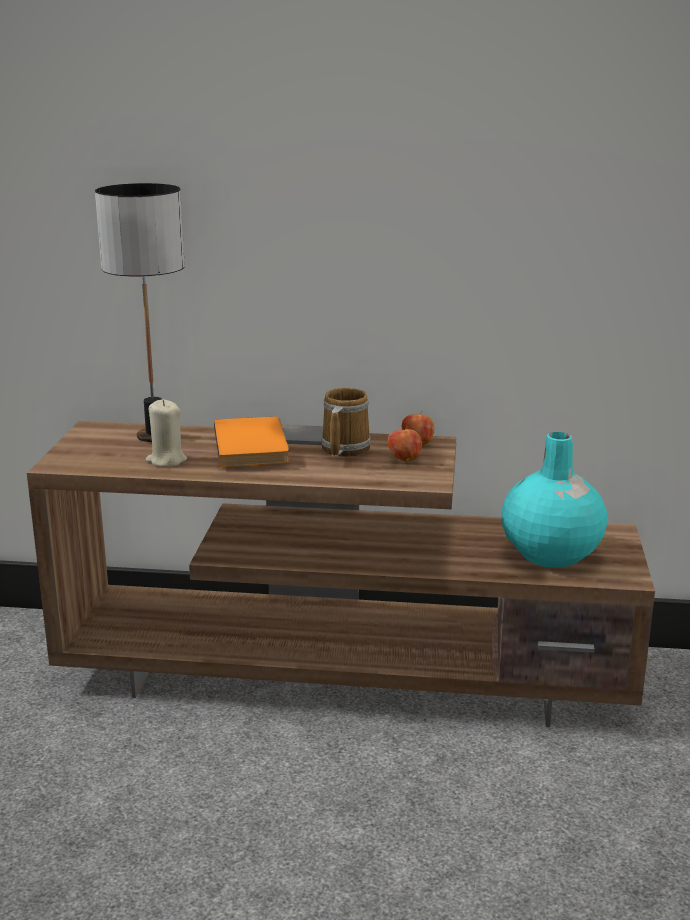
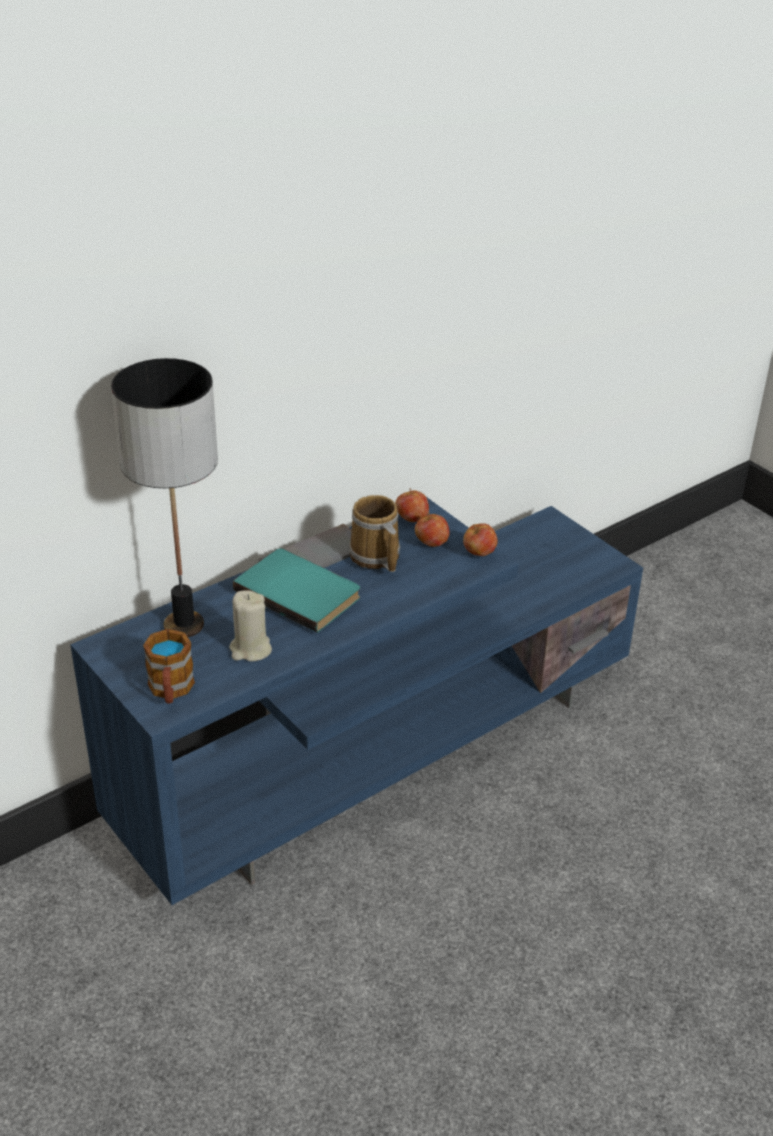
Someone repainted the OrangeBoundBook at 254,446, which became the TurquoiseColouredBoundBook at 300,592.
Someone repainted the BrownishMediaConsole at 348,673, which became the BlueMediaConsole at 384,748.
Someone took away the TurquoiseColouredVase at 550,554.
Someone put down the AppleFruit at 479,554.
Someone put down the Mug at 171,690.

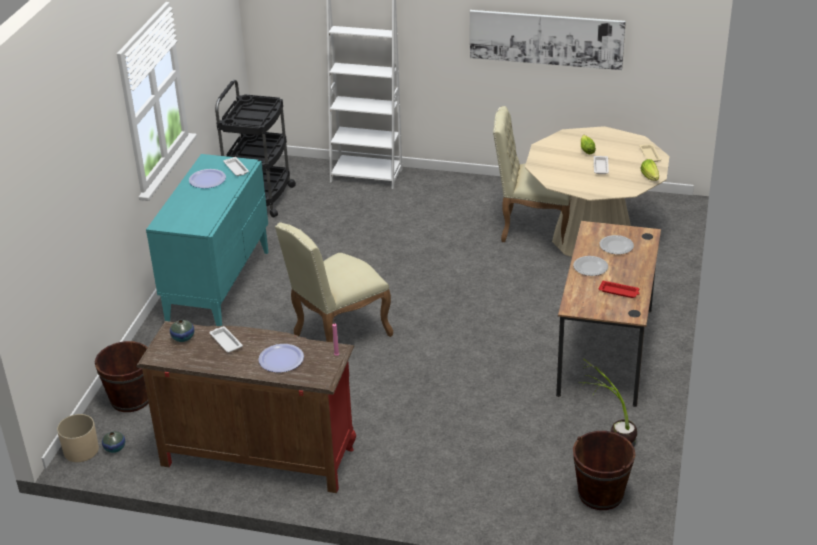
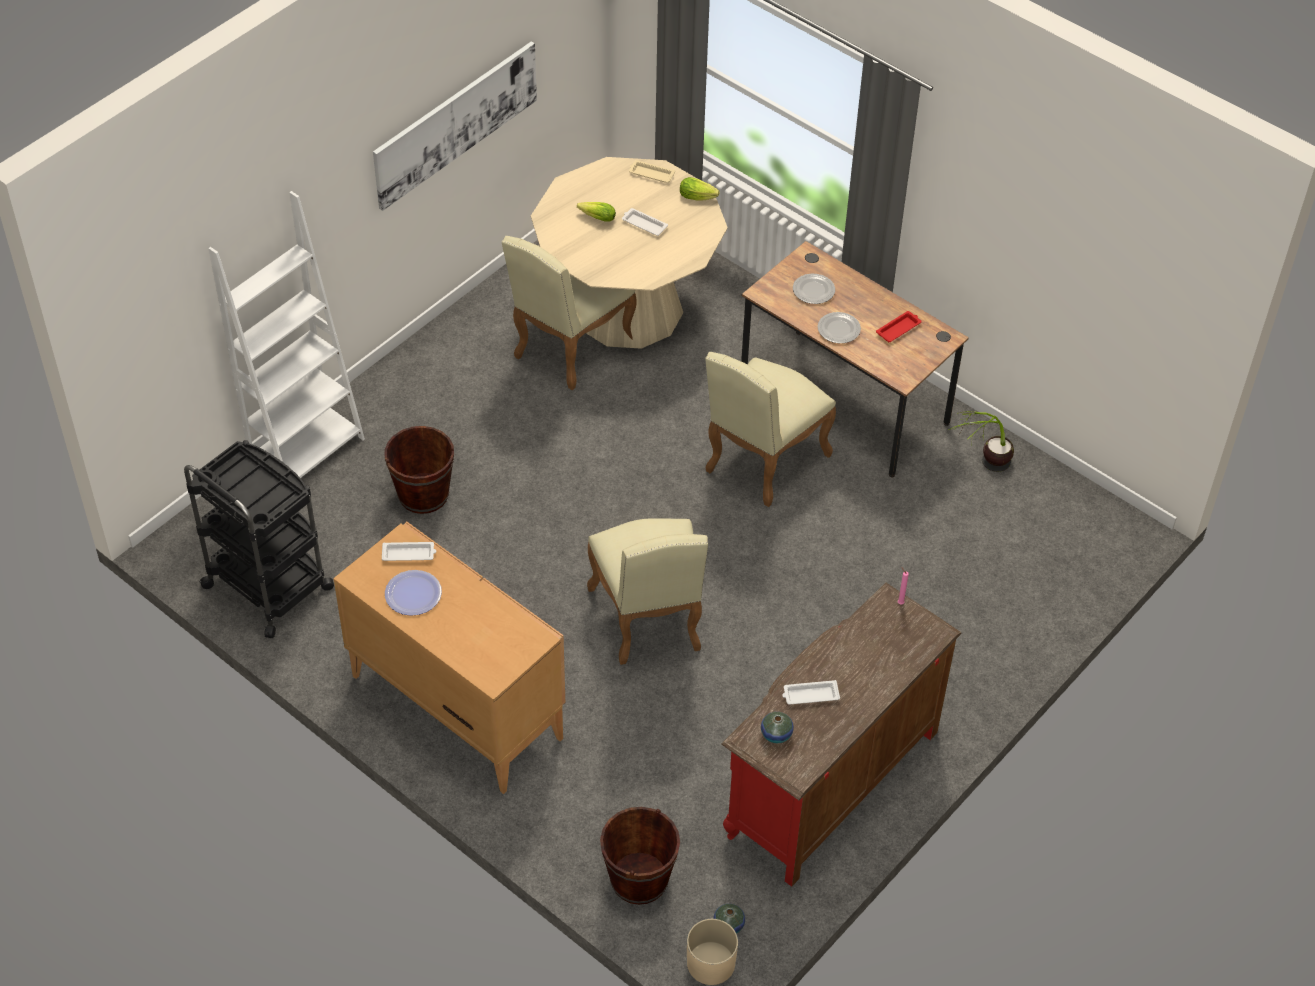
Someone repainted the TurquoiseColouredStorageCabinet at 219,287, which became the BrownishStorageCabinet at 456,706.
Someone took away the FlatDish at 281,359.
Someone carried the BrownishWaterBucket from 600,494 to 423,494.
Someone put down the BeigeColouredUprightChair at 762,462.

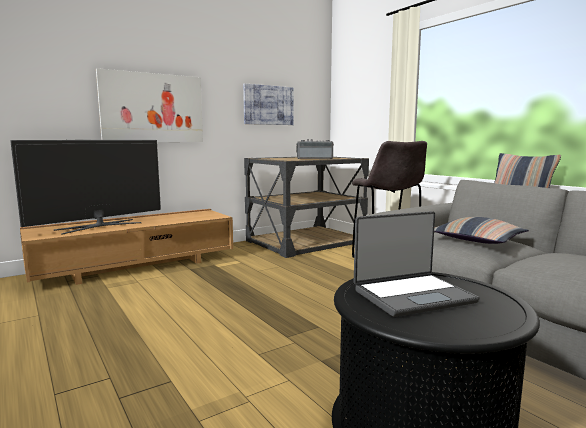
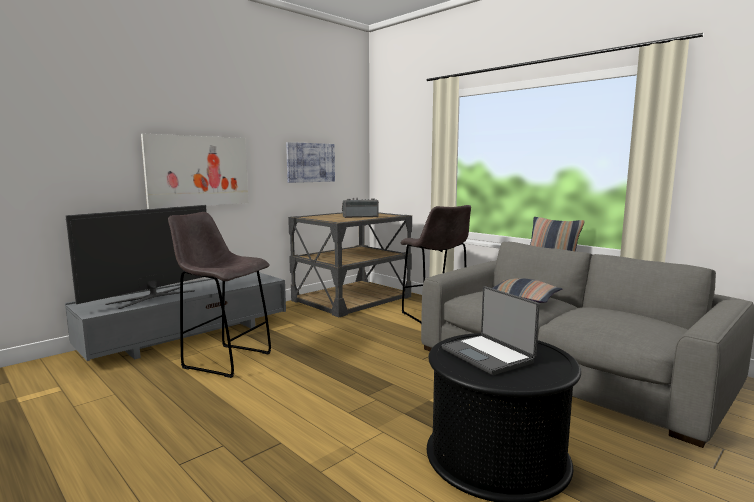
Someone repainted the BrownishMediaConsole at 136,265, which became the GrayMediaConsole at 188,334.
Someone rotated the Laptop at 412,295 by 90 degrees clockwise.
Someone put down the GrayStoolSeat at 225,360.

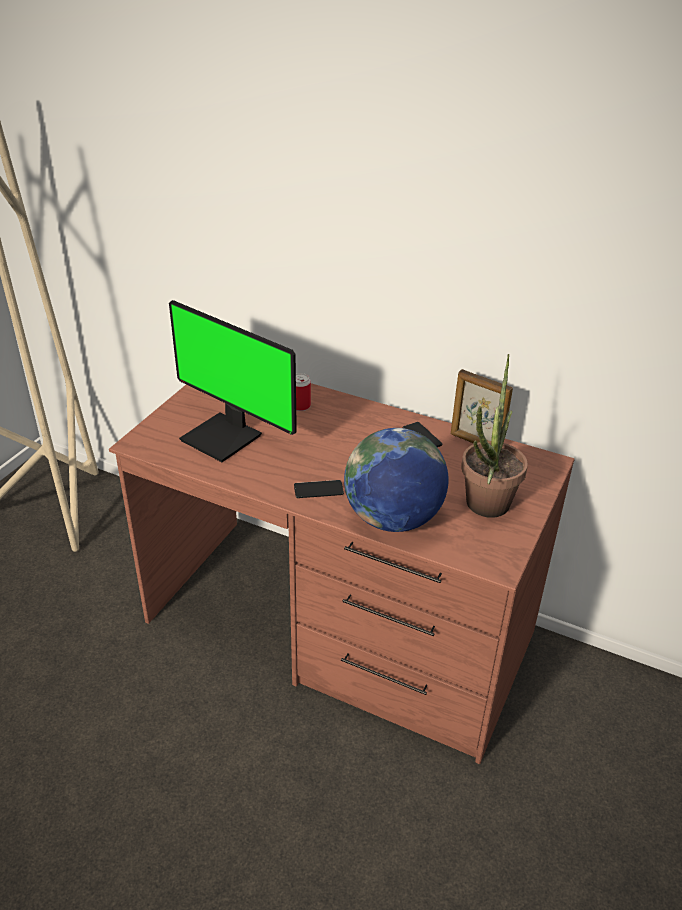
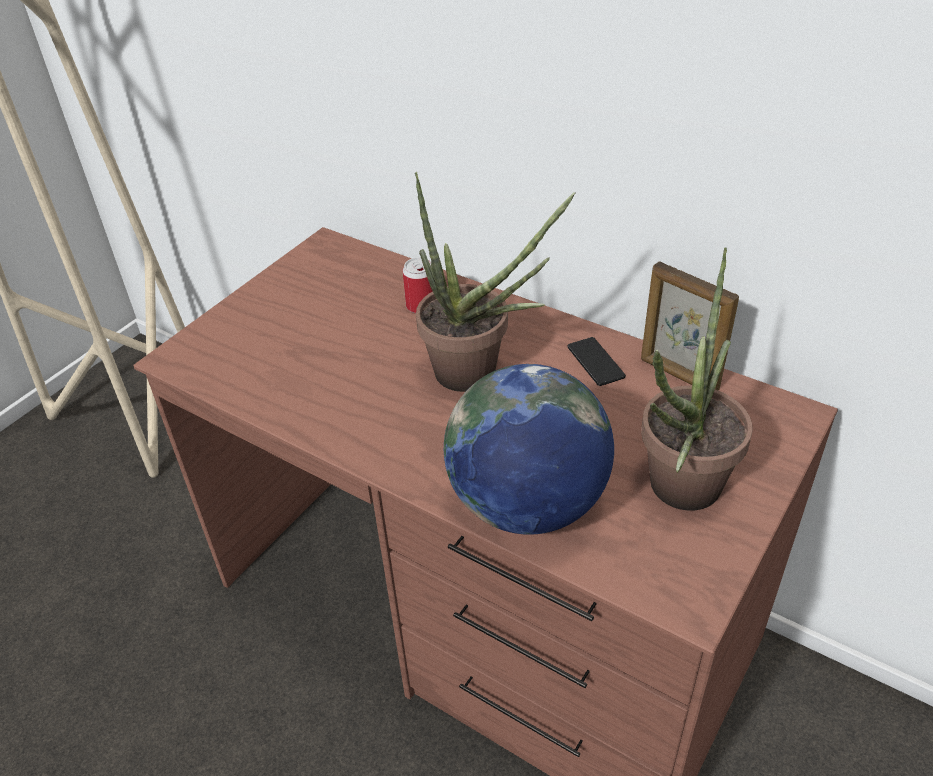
Someone took away the Monitor at 224,437.
Someone took away the Phone at 318,490.
Someone put down the PottedPlant at 478,376.

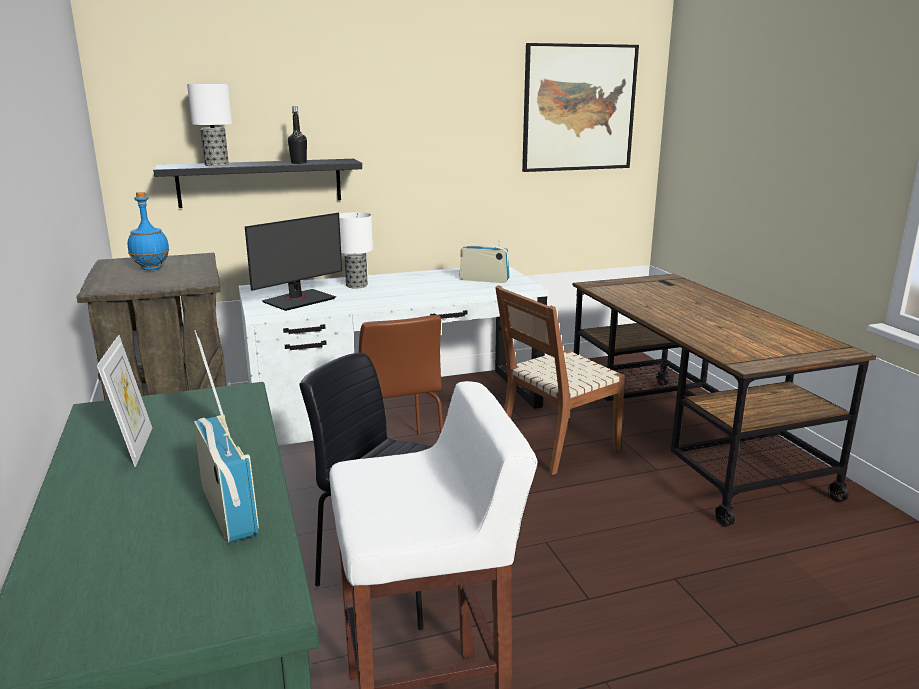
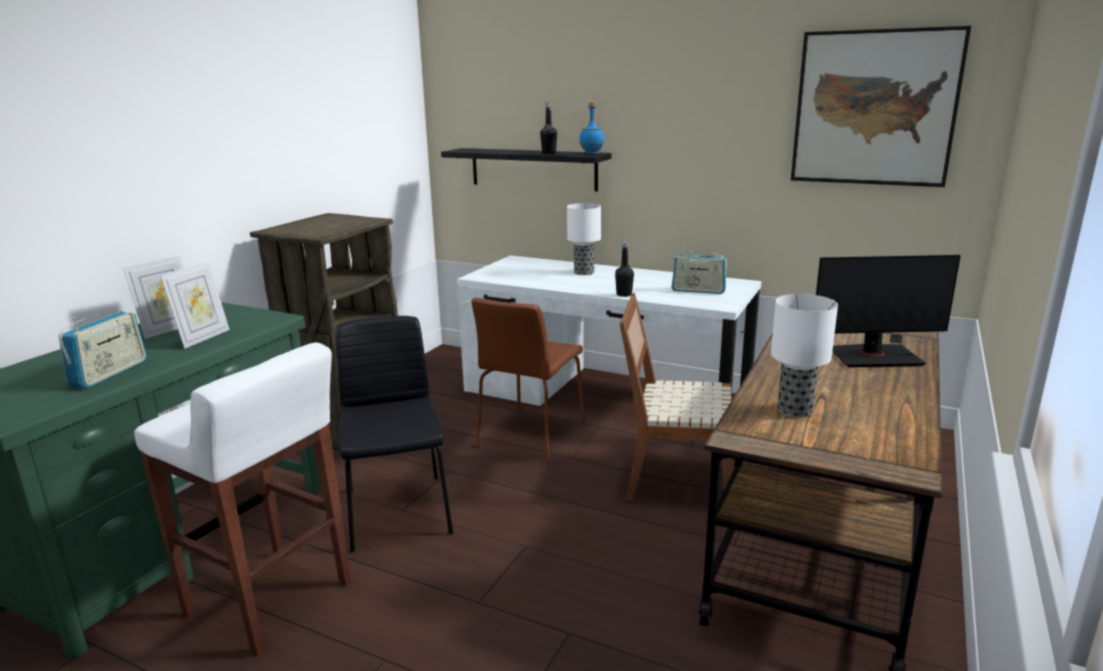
Someone carried the TableLamp from 215,165 to 793,409.
Someone carried the BlueBottle from 152,268 to 592,154.
Someone carried the Monitor from 298,300 to 874,356.
Someone rotated the RadioReceiver at 484,280 by 135 degrees clockwise.
Someone put down the BlackBottle at 624,294.

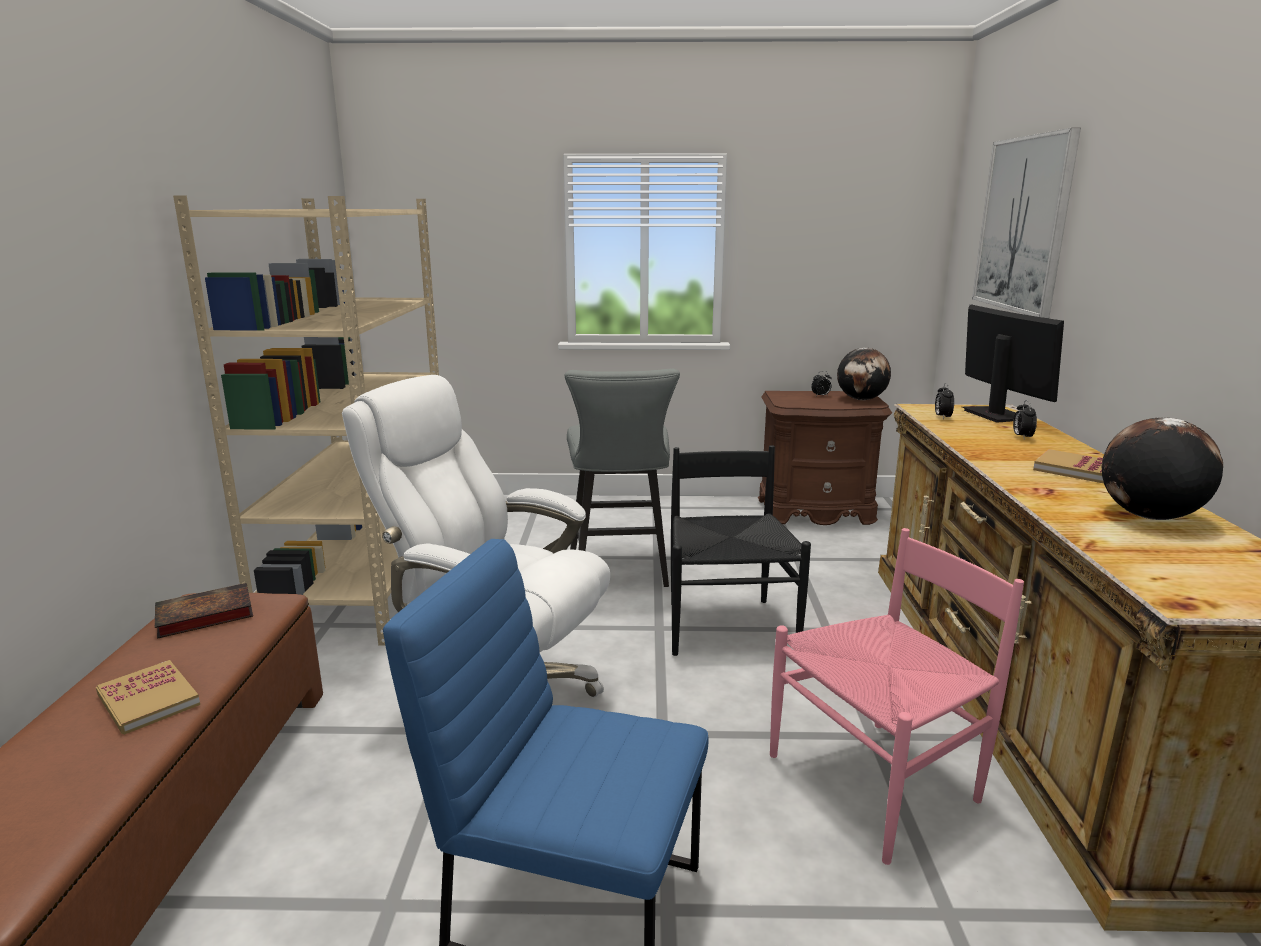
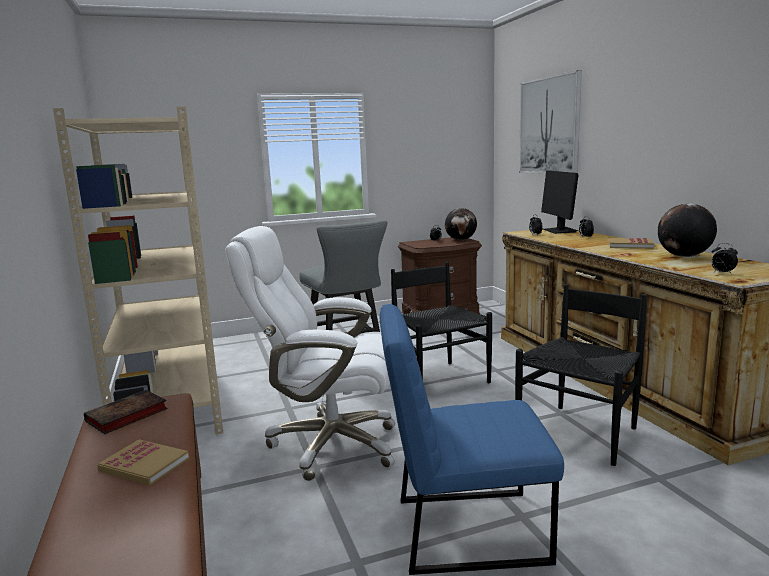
Someone rotated the Monitor at 996,415 by 150 degrees counterclockwise.
Someone repainted the PinkishUprightChair at 878,782, which became the BlackUprightChair at 580,432.
Someone put down the AlarmClock at 722,273.

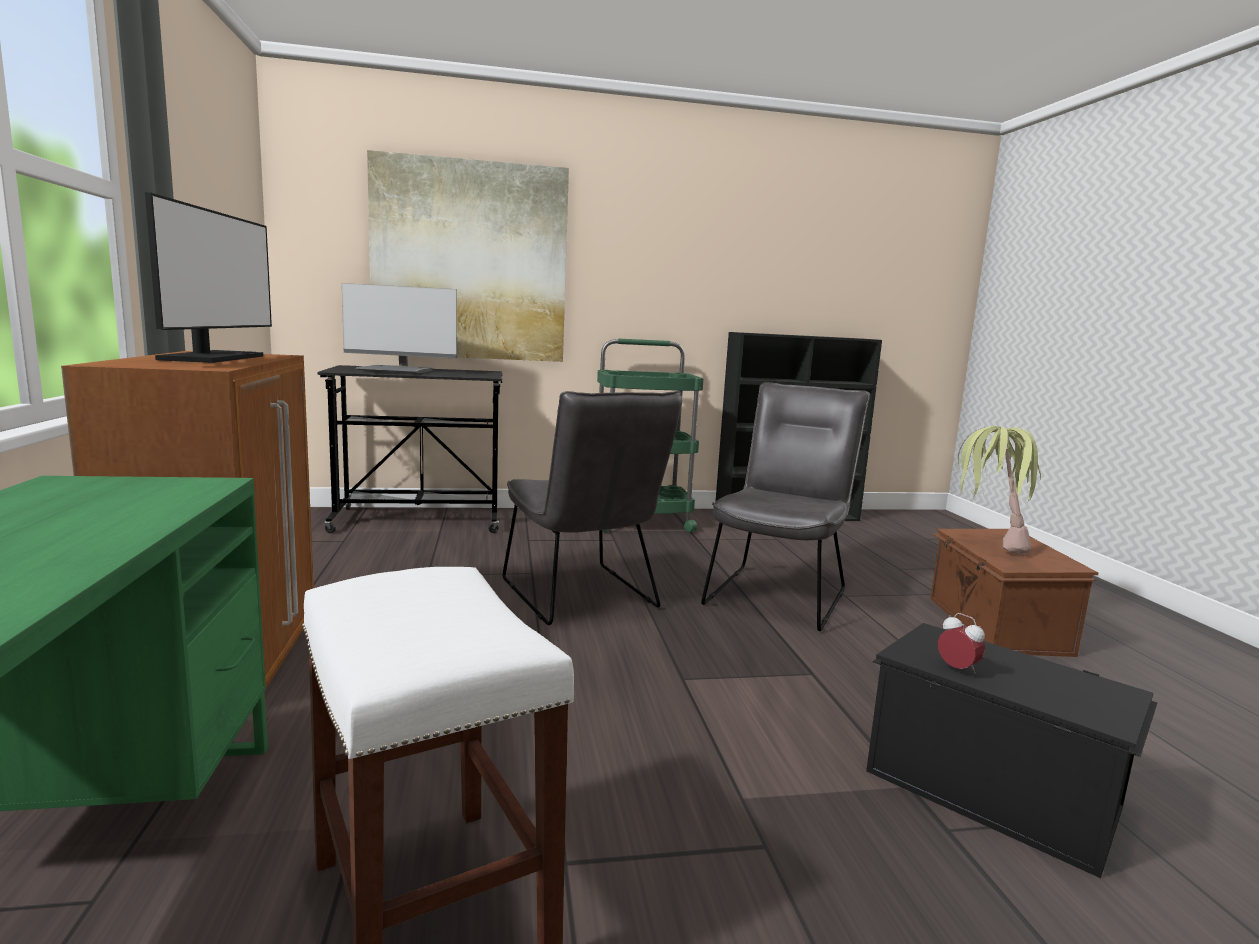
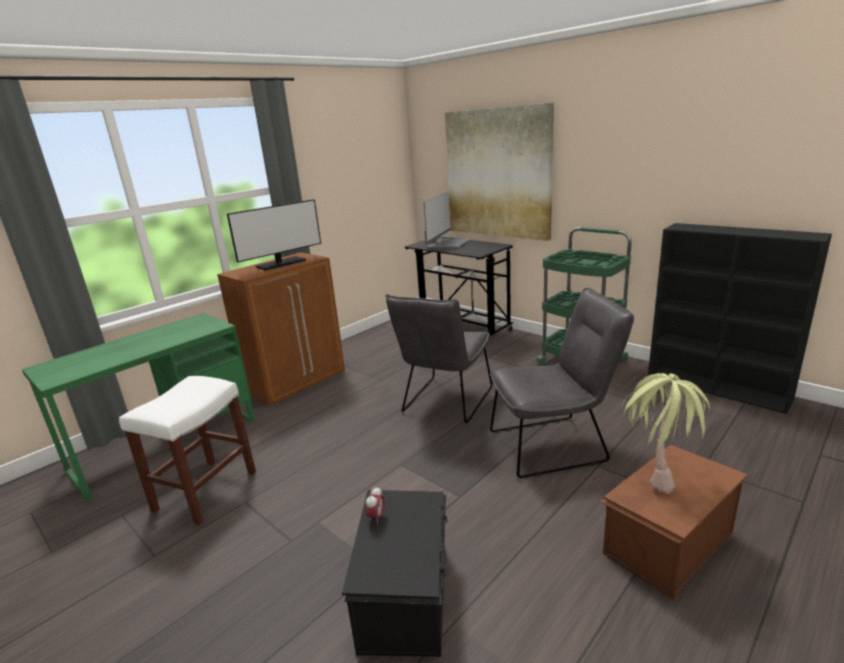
Someone rotated the Monitor at 396,371 by 120 degrees counterclockwise.

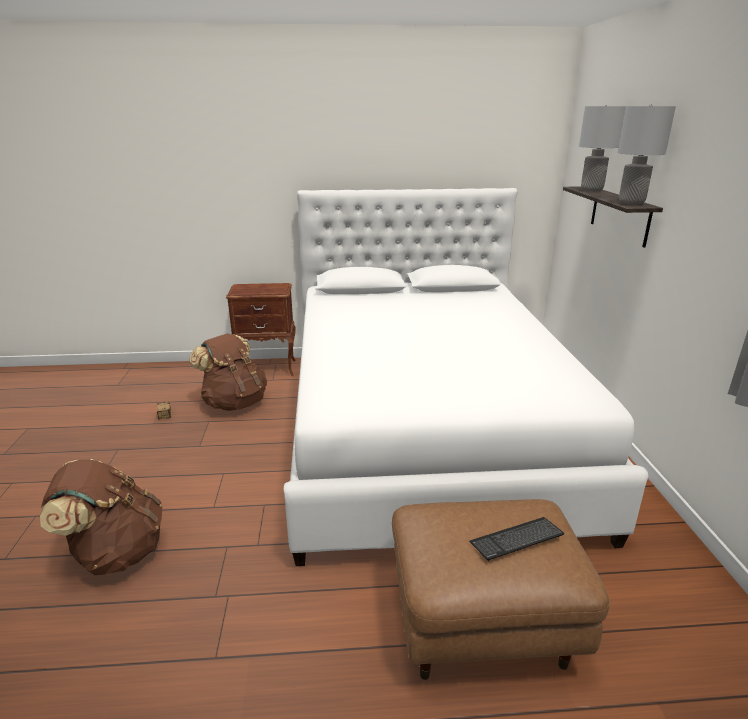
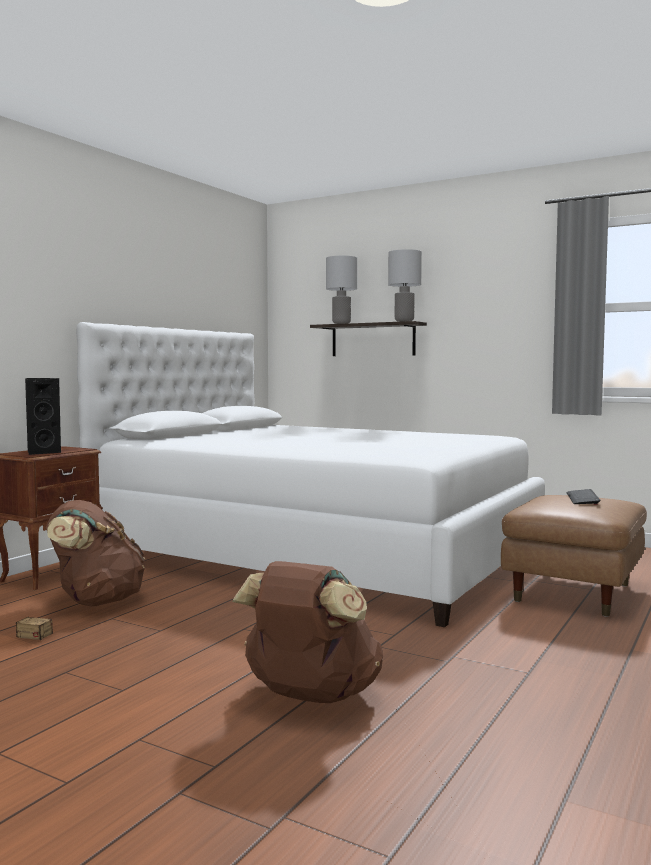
Someone put down the BlackLoudspeaker at 42,452.

